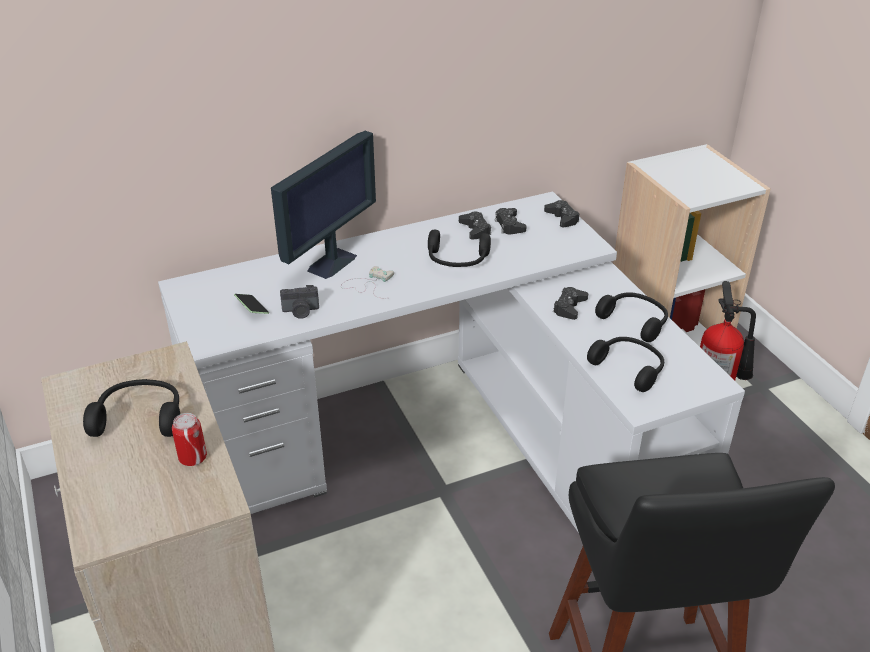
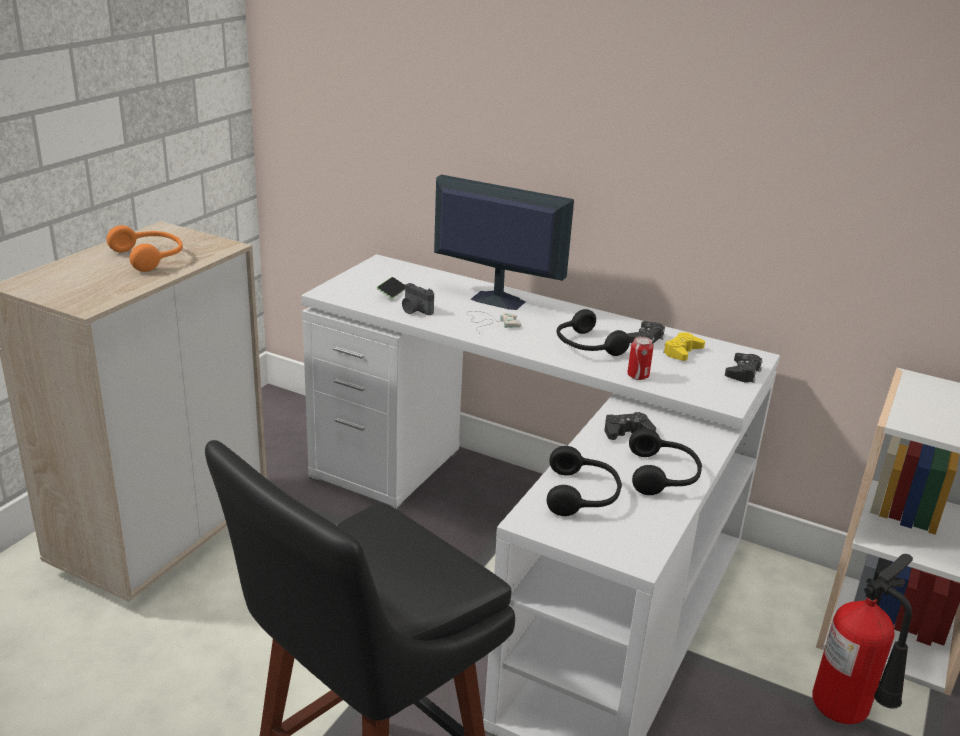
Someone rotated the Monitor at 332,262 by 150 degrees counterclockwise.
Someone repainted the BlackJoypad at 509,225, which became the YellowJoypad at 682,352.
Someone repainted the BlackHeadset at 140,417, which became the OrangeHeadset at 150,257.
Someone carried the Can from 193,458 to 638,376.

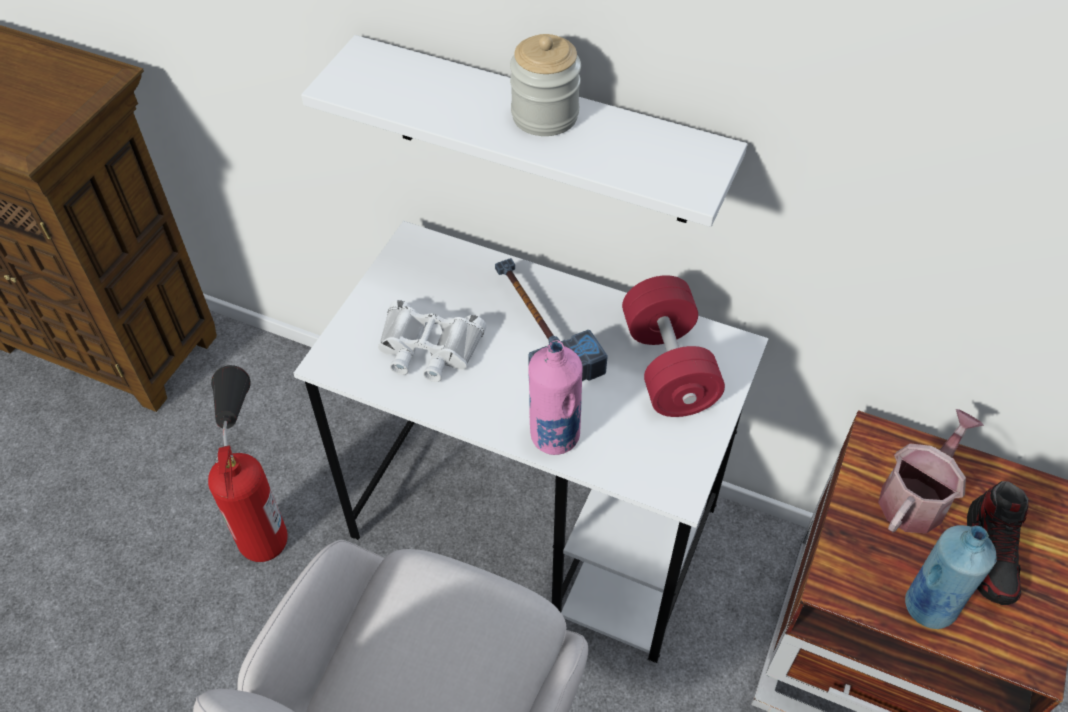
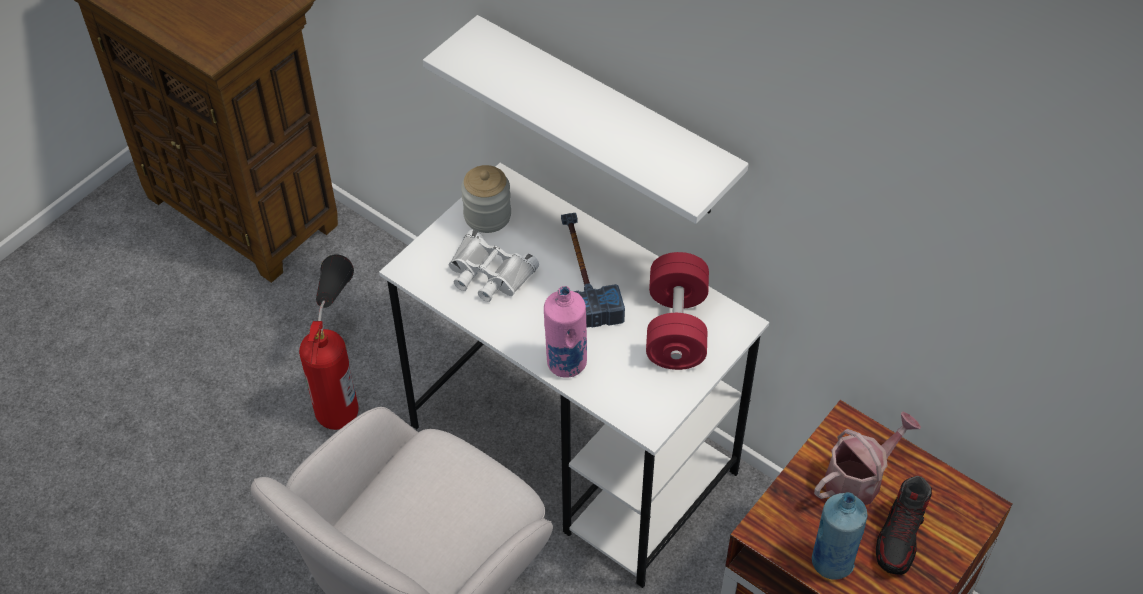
Someone carried the Jar from 545,115 to 487,216.

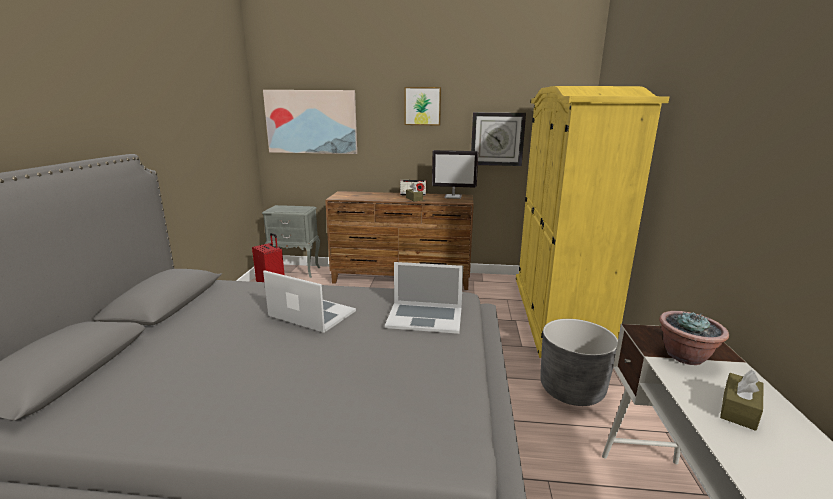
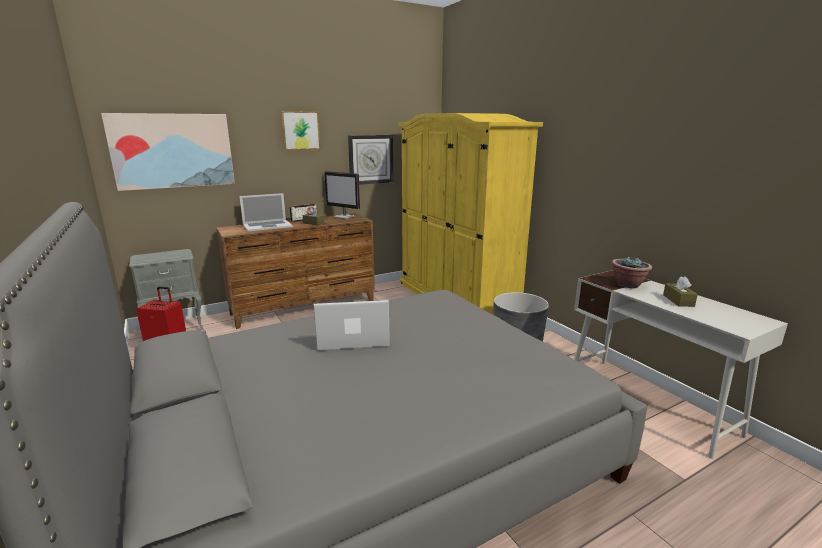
Someone rotated the Monitor at 453,197 by 60 degrees clockwise.
Someone carried the Laptop from 425,317 to 267,226.

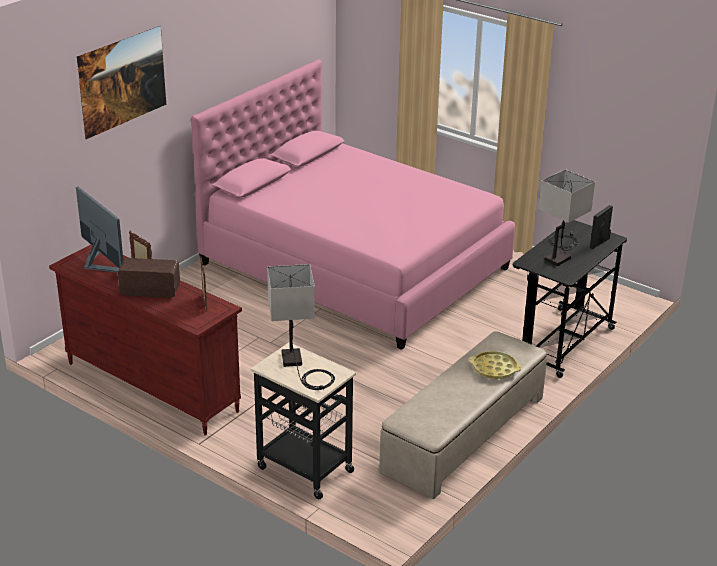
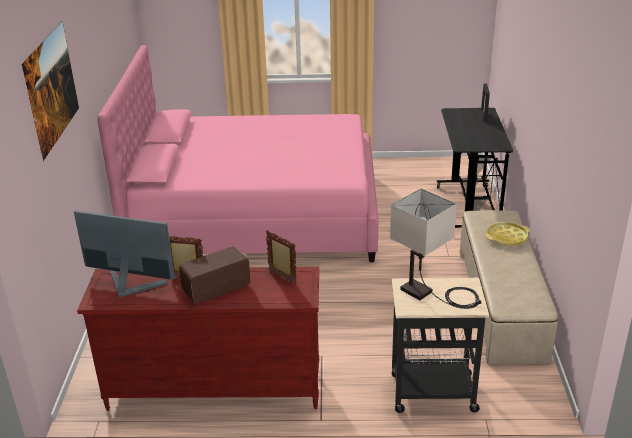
Someone took away the TableLamp at 561,252.

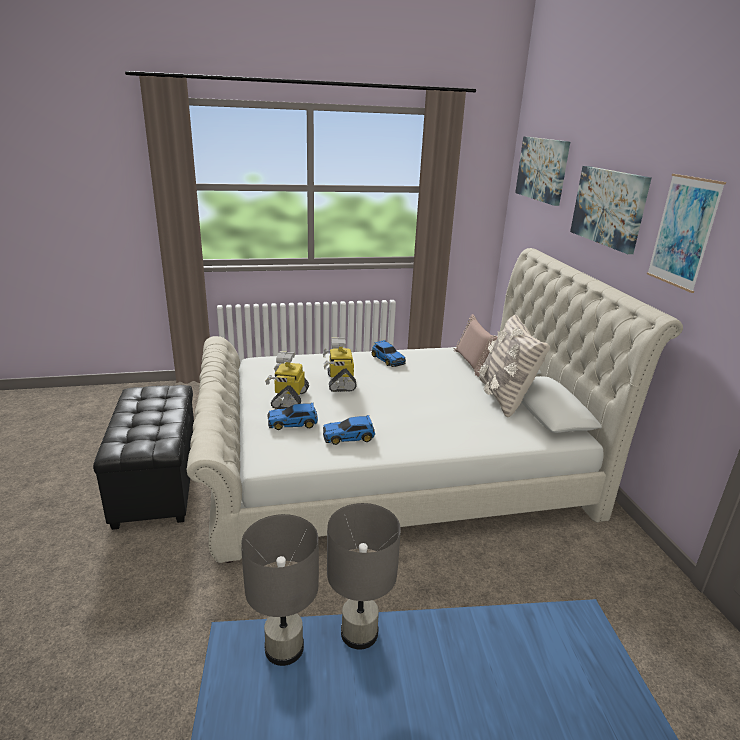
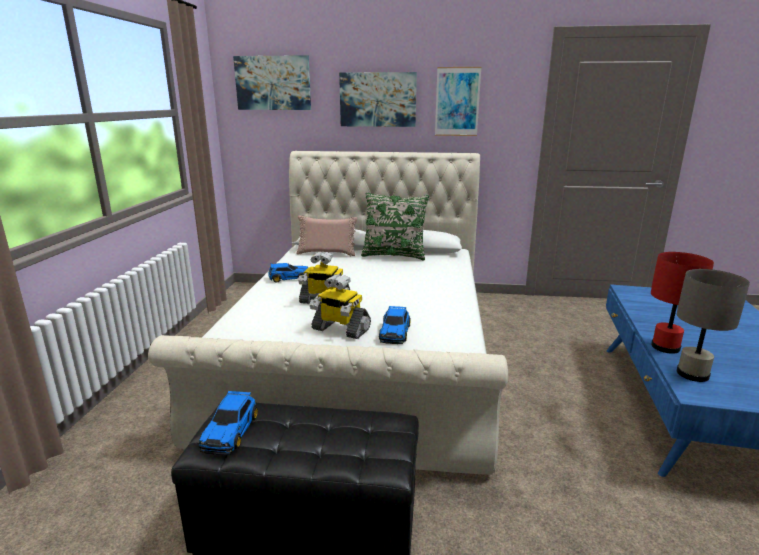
Someone repainted the BeigeColouredCushion at 503,398, which became the GreenColouredCushion at 394,256.
Someone carried the ModelCar from 349,437 to 231,430.
Someone repainted the GrayTableLamp at 360,633, which became the RedColouredTableLamp at 665,347.

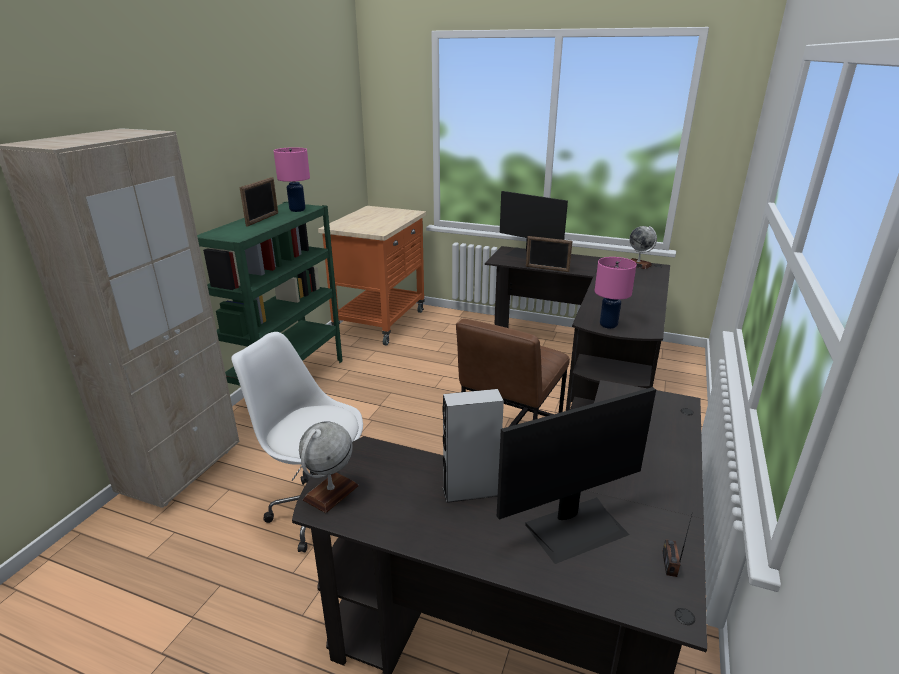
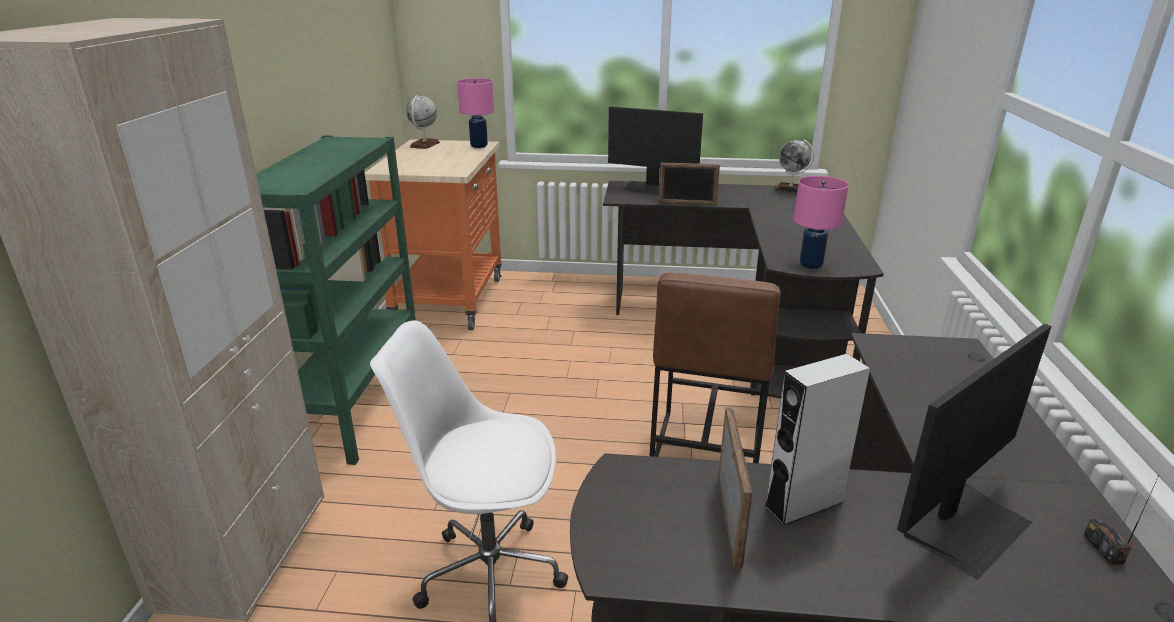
Someone carried the PinkishTableLamp from 297,210 to 478,146.
Someone carried the PhotoFrame from 263,219 to 729,521.
Someone carried the DeskGlobe from 331,493 to 425,145.

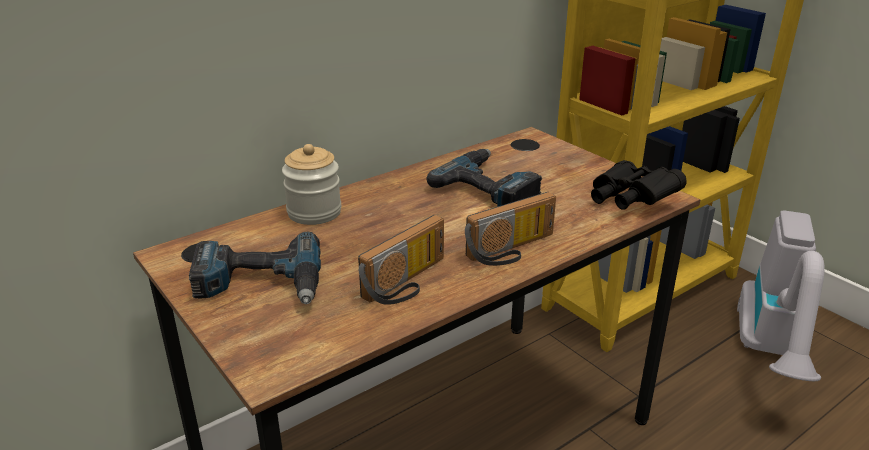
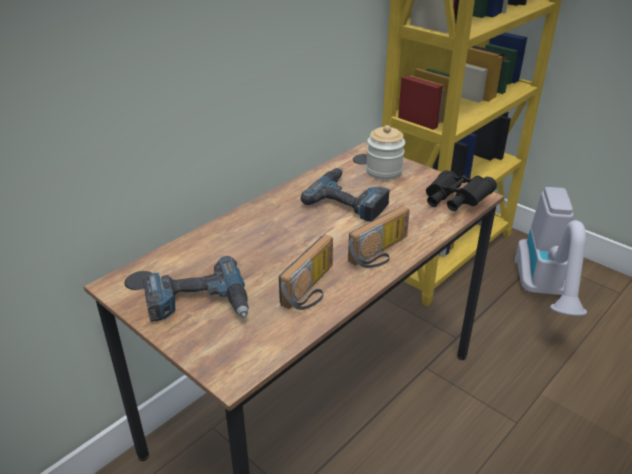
Someone carried the Jar from 314,212 to 384,171.

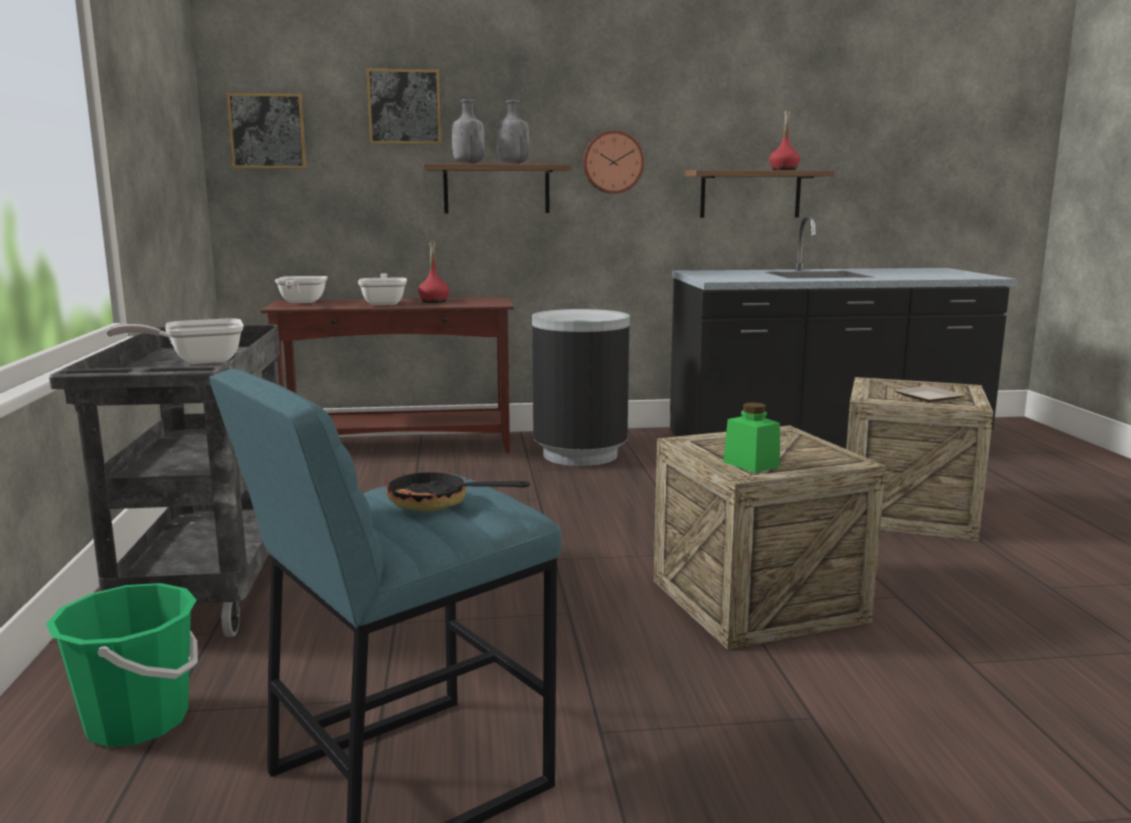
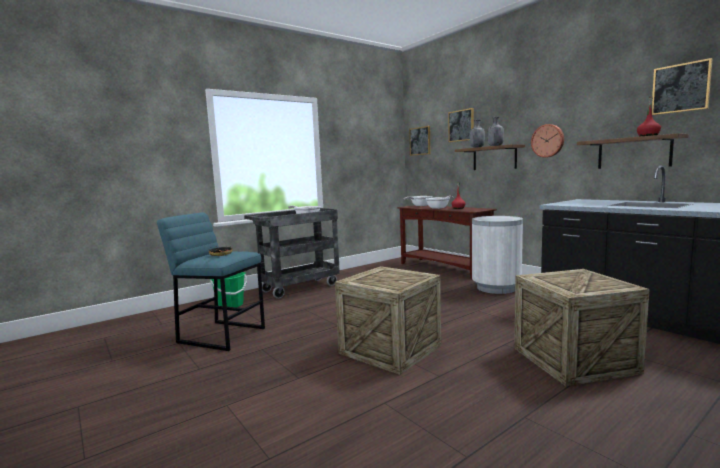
Someone repainted the BlackRubbishBin at 580,454, which became the WhiteColouredRubbishBin at 496,288.
Someone took away the FlatDish at 928,397.
Someone took away the GreenColouredJar at 751,464.
Someone put up the WallArt at 680,88.

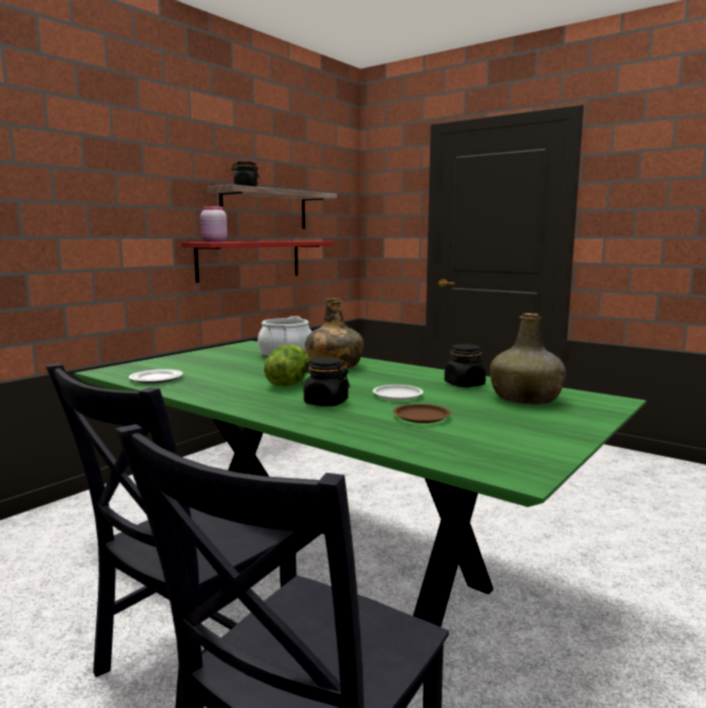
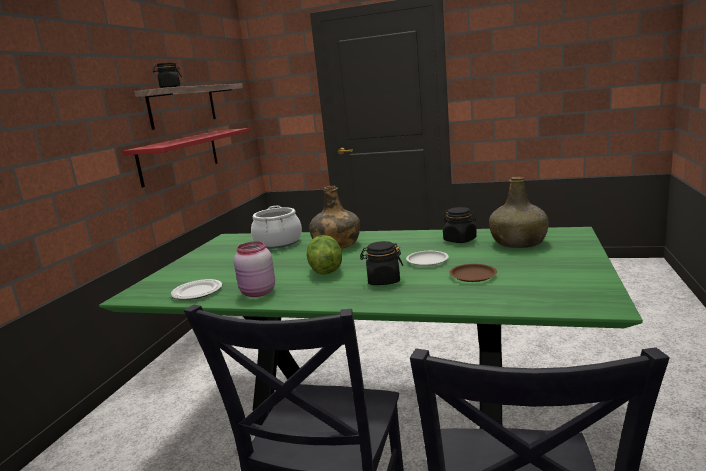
Someone carried the PinkishJar from 213,242 to 257,293.

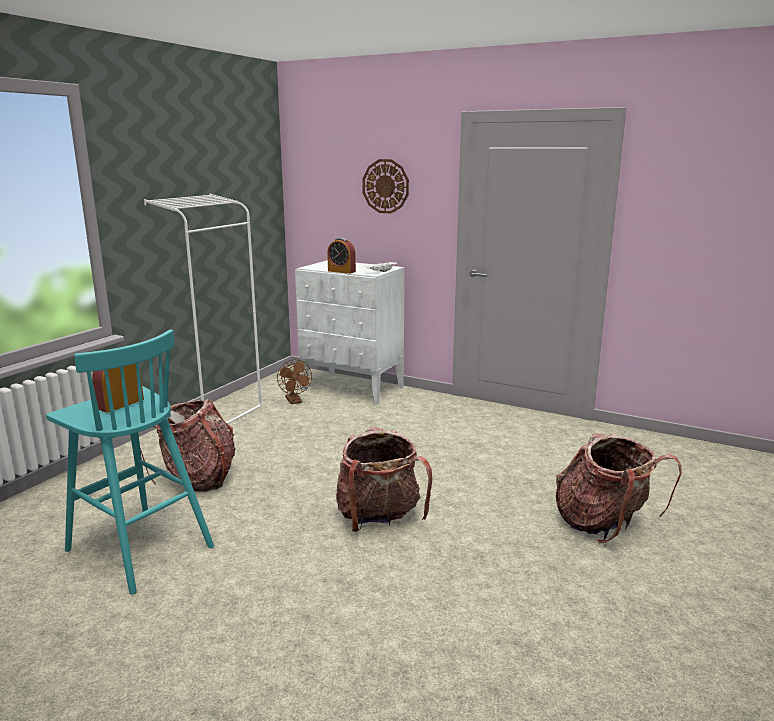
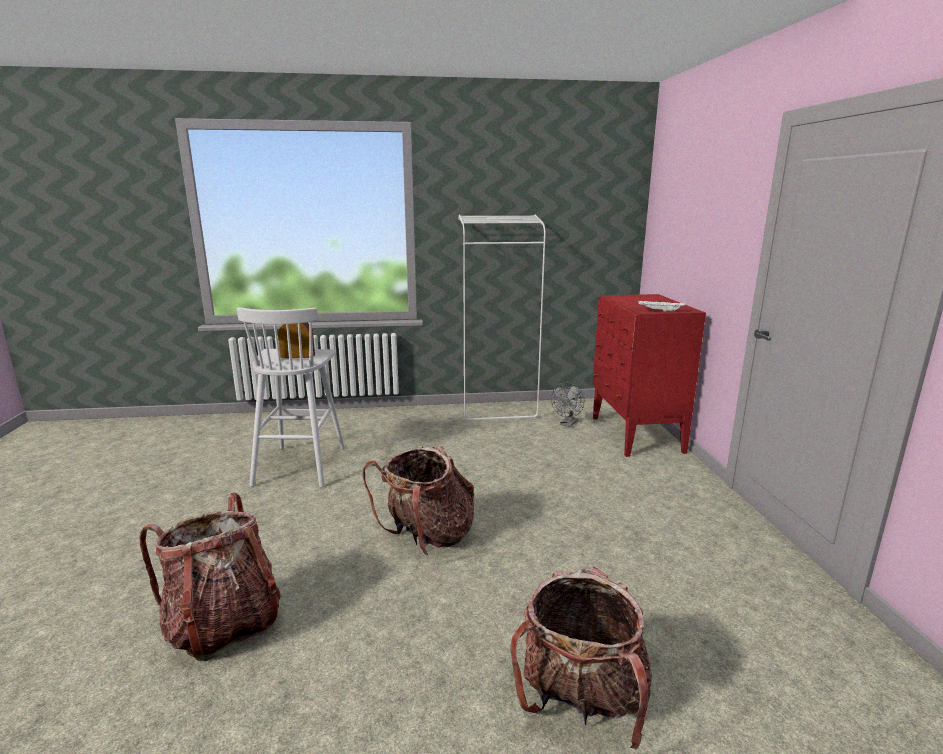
Someone took away the HangingClock at 385,186.
Someone took away the AlarmClock at 341,271.
Someone repainted the WhiteColouredDrawerChest at 352,389, which became the RedColouredDrawerChest at 634,435.
Someone repainted the TurquoiseColouredStoolSeat at 138,548, which became the WhiteColouredStoolSeat at 301,465.
Someone repainted the BrownishElectricFan at 295,401, which became the GrayElectricFan at 568,424.
Someone carried the Backpack from 197,479 to 223,624.

